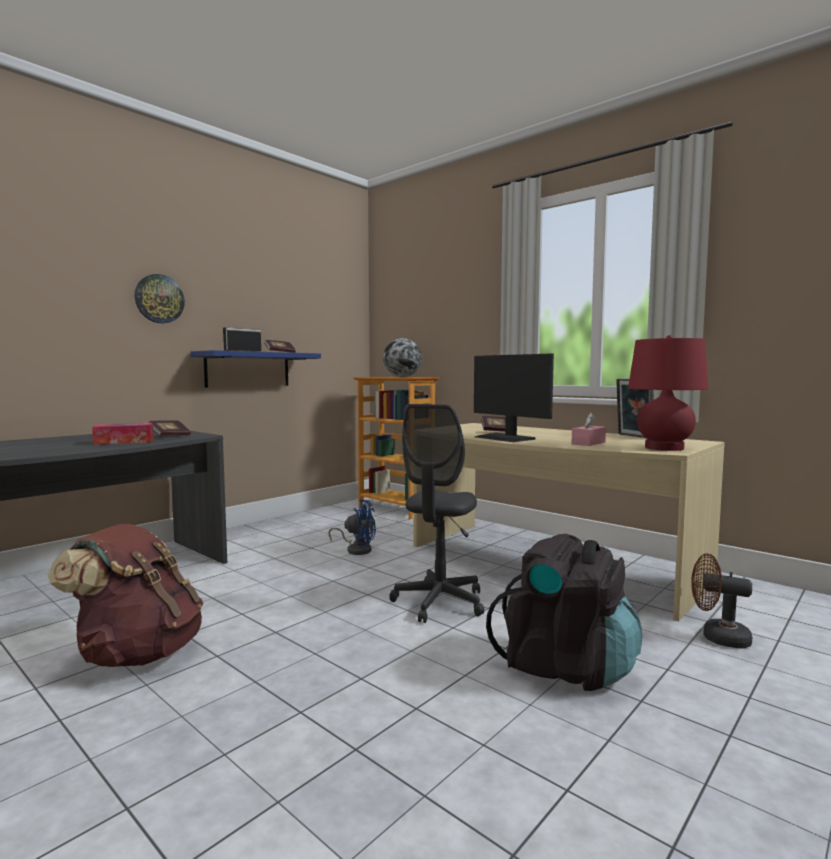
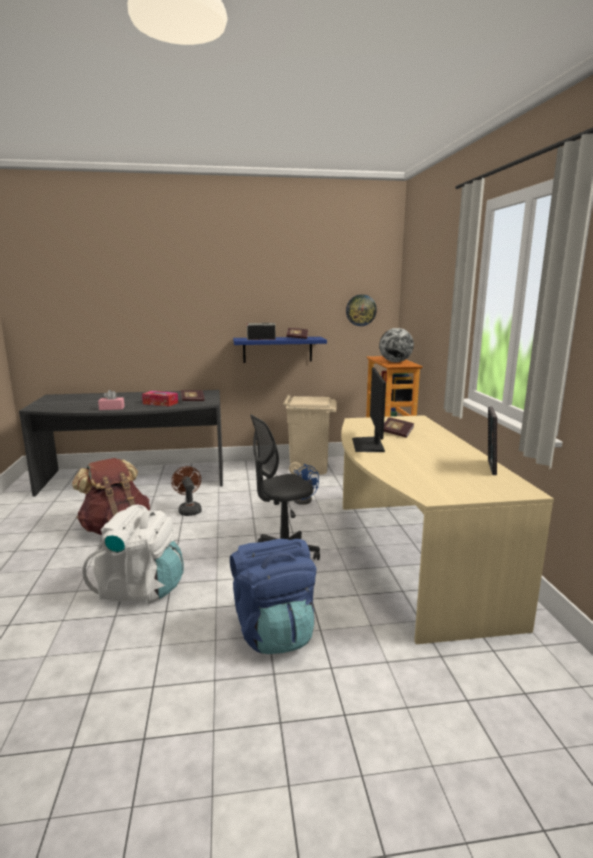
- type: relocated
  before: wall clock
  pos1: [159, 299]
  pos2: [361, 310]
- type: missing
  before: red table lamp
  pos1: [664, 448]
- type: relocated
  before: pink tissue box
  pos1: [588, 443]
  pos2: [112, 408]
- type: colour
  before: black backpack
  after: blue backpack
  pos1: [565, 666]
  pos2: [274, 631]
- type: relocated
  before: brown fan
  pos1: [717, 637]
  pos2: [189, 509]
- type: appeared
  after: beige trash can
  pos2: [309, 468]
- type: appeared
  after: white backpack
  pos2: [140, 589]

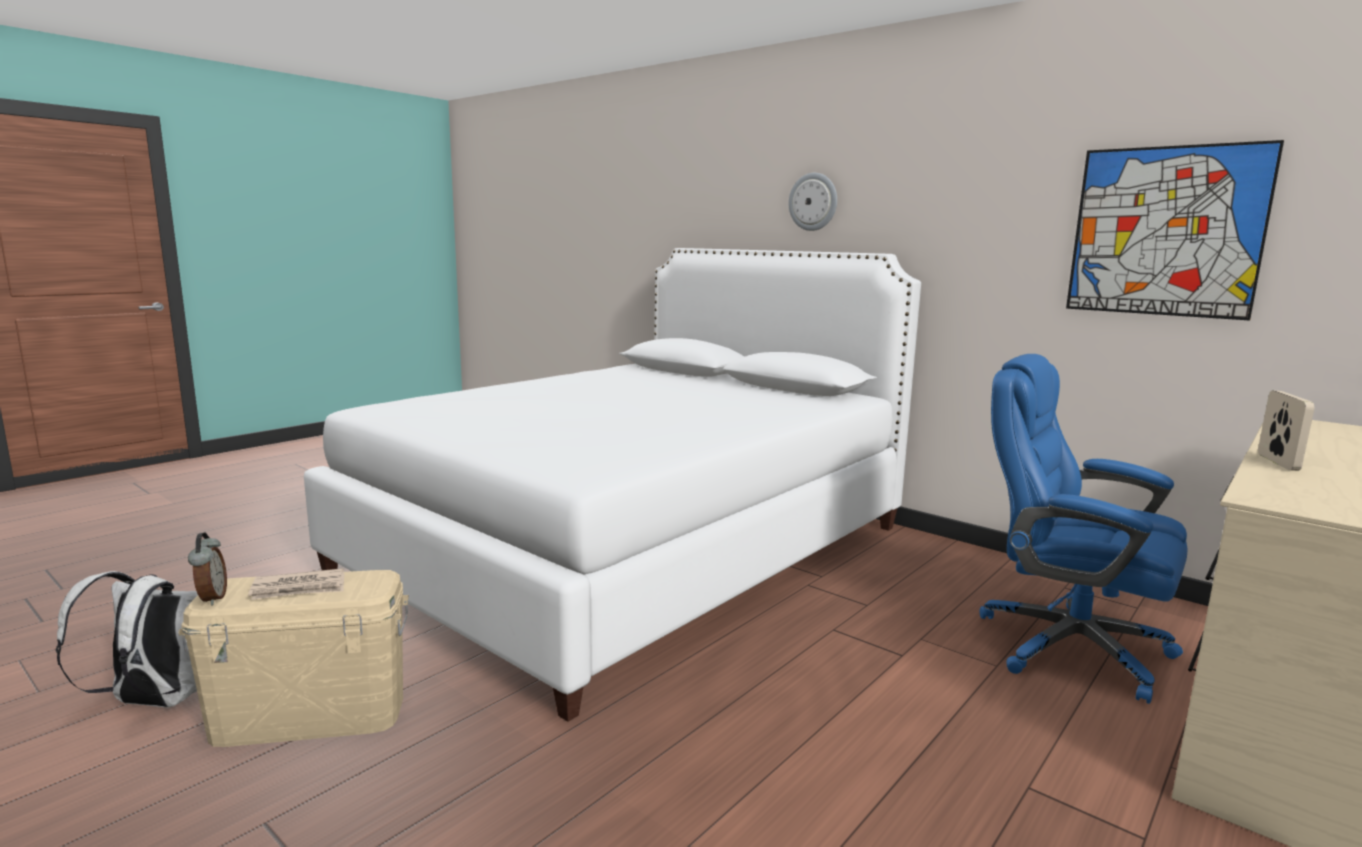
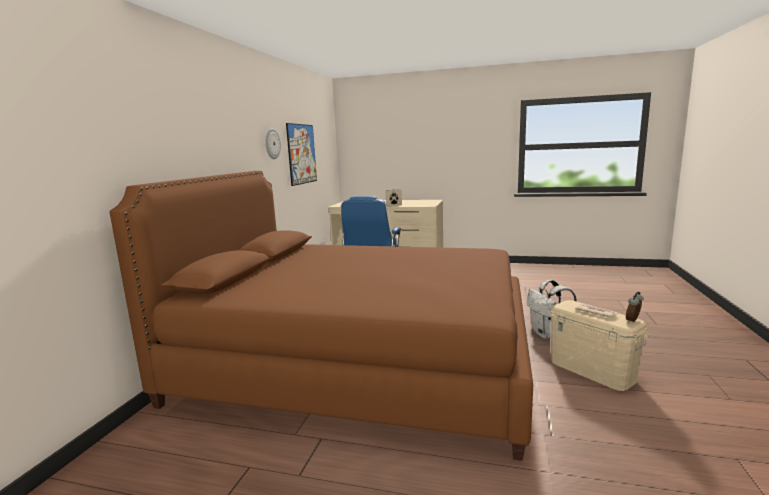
- type: relocated
  before: wall clock
  pos1: [813, 202]
  pos2: [272, 143]
- type: colour
  before: white bed
  after: brown bed
  pos1: [632, 548]
  pos2: [359, 363]
- type: relocated
  before: white backpack
  pos1: [155, 701]
  pos2: [547, 334]

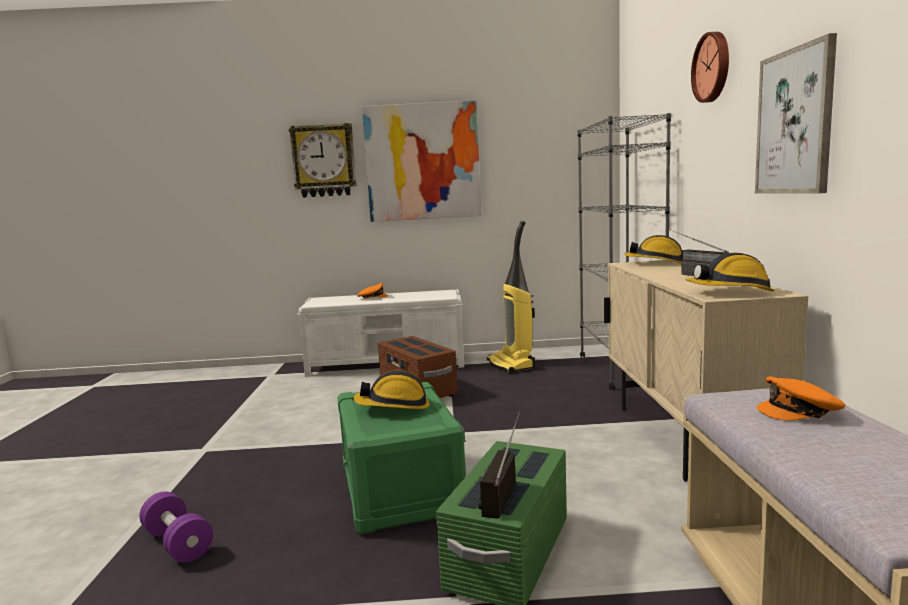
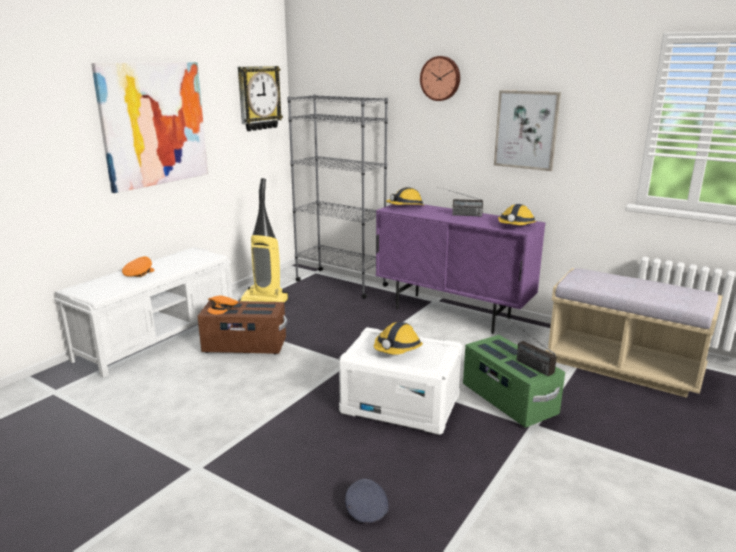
- type: relocated
  before: wall clock
  pos1: [324, 161]
  pos2: [258, 98]
- type: colour
  before: beige cabinet
  after: purple cabinet
  pos1: [683, 438]
  pos2: [452, 313]
- type: relocated
  before: orange cap
  pos1: [800, 411]
  pos2: [223, 308]
- type: colour
  before: green storage box
  after: white storage box
  pos1: [402, 489]
  pos2: [401, 404]
- type: exchanged
  before: purple dumbbell
  after: grey cap
  pos1: [178, 543]
  pos2: [365, 509]

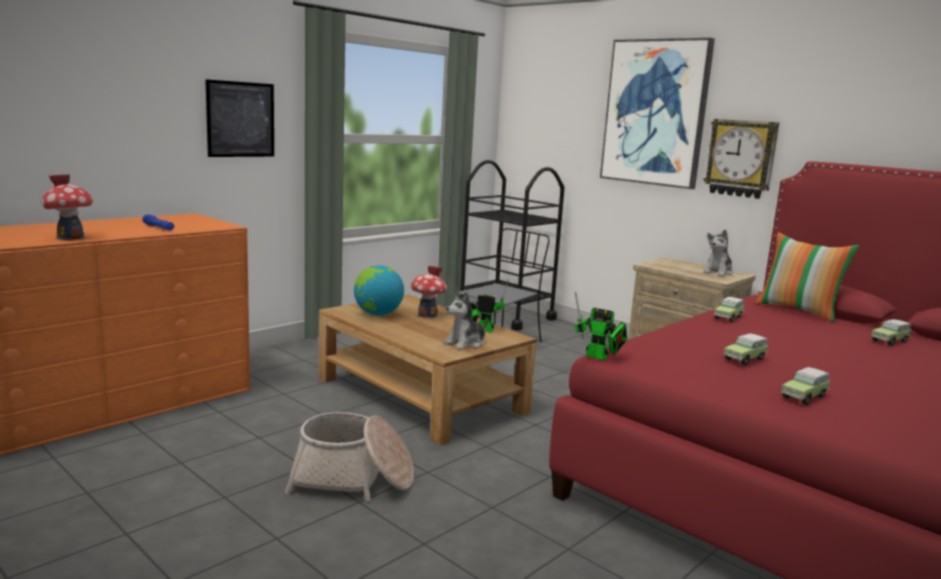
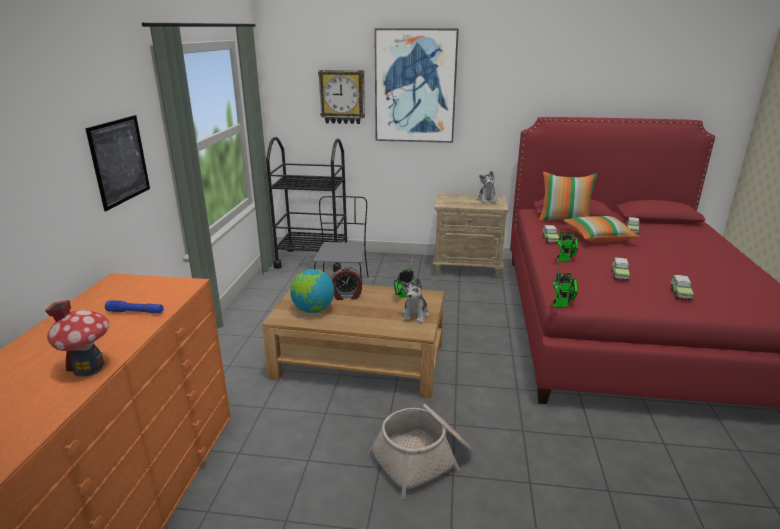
- type: relocated
  before: wall clock
  pos1: [741, 158]
  pos2: [342, 97]
- type: exchanged
  before: toy house
  after: alarm clock
  pos1: [427, 315]
  pos2: [347, 296]
- type: appeared
  after: pillow
  pos2: [598, 237]
- type: appeared
  after: toy robot
  pos2: [565, 260]

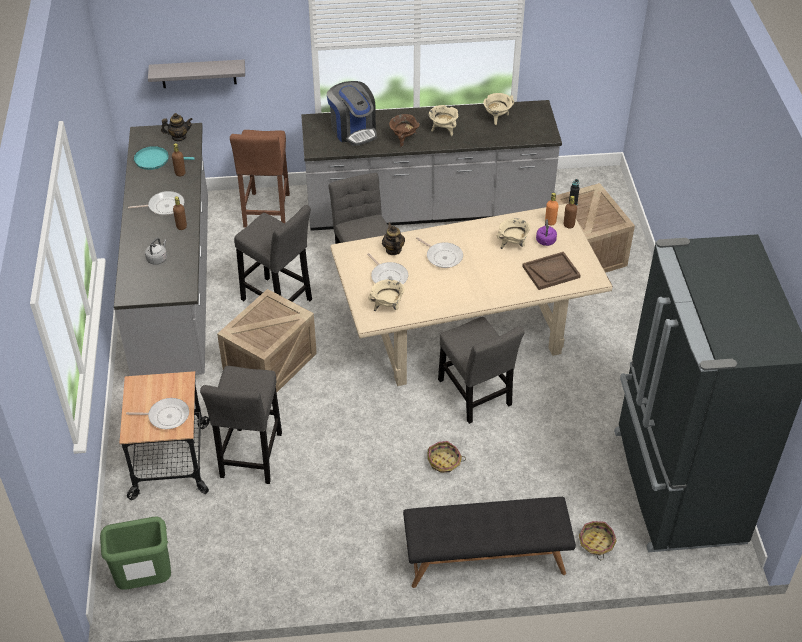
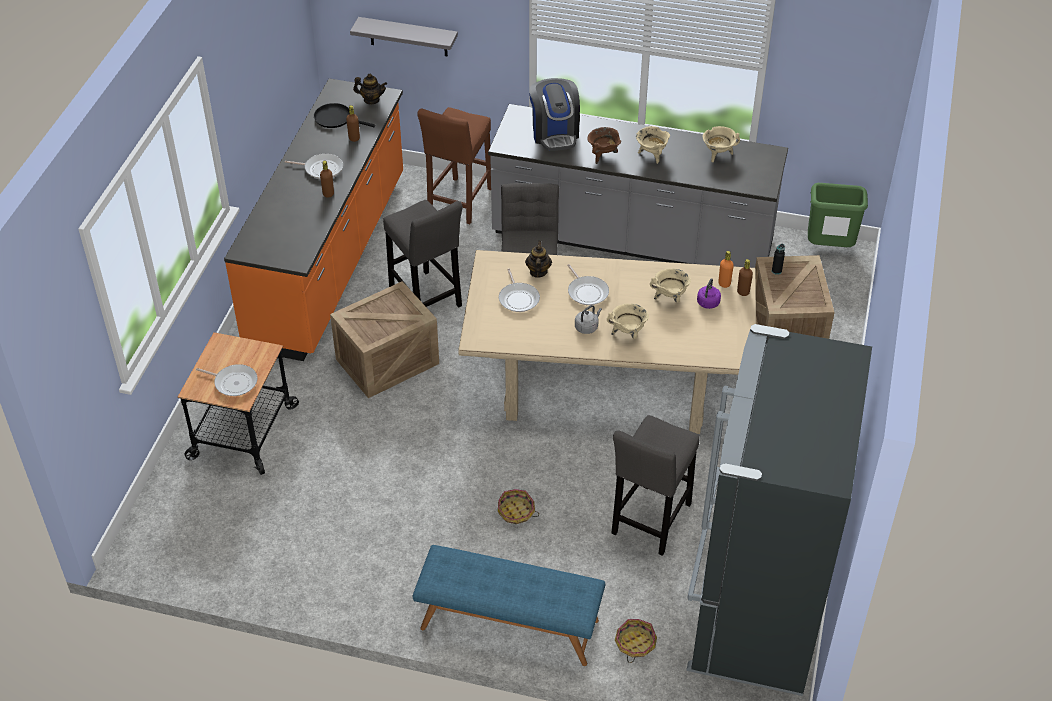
- type: colour
  before: grey counter
  after: orange counter
  pos1: [176, 289]
  pos2: [330, 260]
- type: colour
  before: turquoise frying pan
  after: black frying pan
  pos1: [155, 160]
  pos2: [336, 119]
- type: relocated
  before: grey kettle
  pos1: [157, 258]
  pos2: [587, 327]
- type: missing
  before: brown tray
  pos1: [551, 272]
- type: relocated
  before: beige cooking pot
  pos1: [387, 306]
  pos2: [627, 333]
- type: missing
  before: grey chair
  pos1: [476, 395]
- type: relocated
  before: grey stool
  pos1: [251, 459]
  pos2: [650, 522]
- type: colour
  before: black bench
  after: blue bench
  pos1: [485, 560]
  pos2: [509, 625]
- type: relocated
  before: green trash can
  pos1: [145, 582]
  pos2: [829, 248]

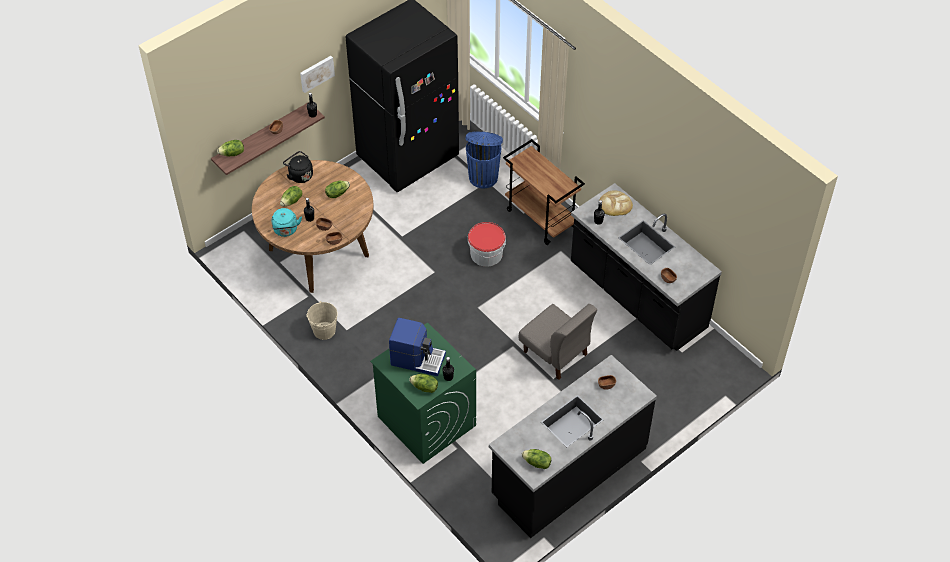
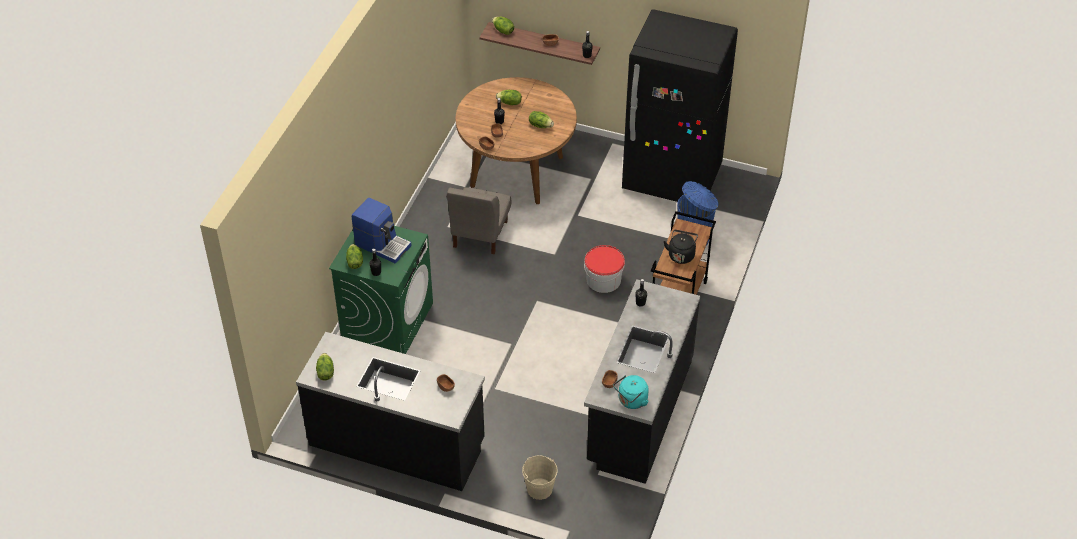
- type: missing
  before: picture
  pos1: [316, 73]
- type: relocated
  before: black kettle
  pos1: [299, 175]
  pos2: [681, 254]
- type: missing
  before: bread
  pos1: [615, 205]
- type: relocated
  before: turquoise kettle
  pos1: [286, 230]
  pos2: [631, 401]
- type: relocated
  before: beige bucket
  pos1: [324, 330]
  pos2: [539, 489]
- type: relocated
  before: grey chair
  pos1: [555, 353]
  pos2: [480, 234]
- type: spun
  before: coffee machine
  pos1: [417, 358]
  pos2: [383, 244]
  turn: -45

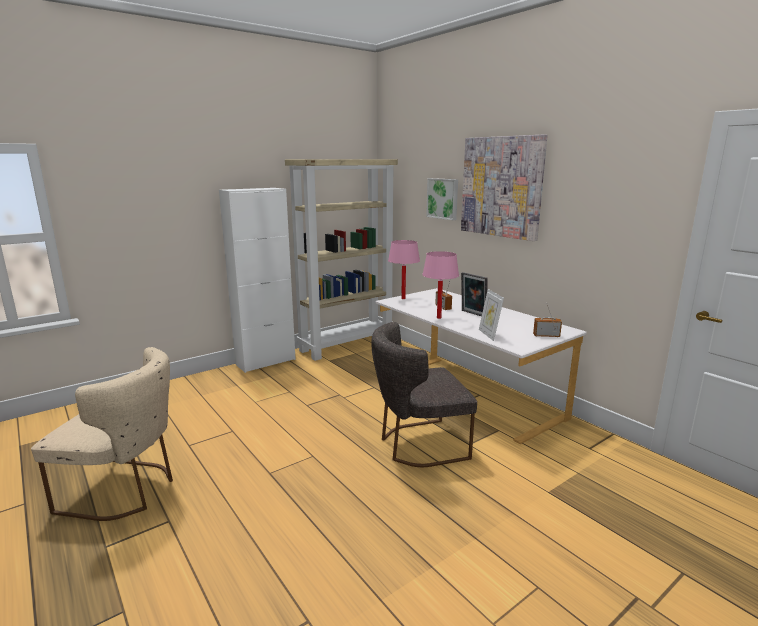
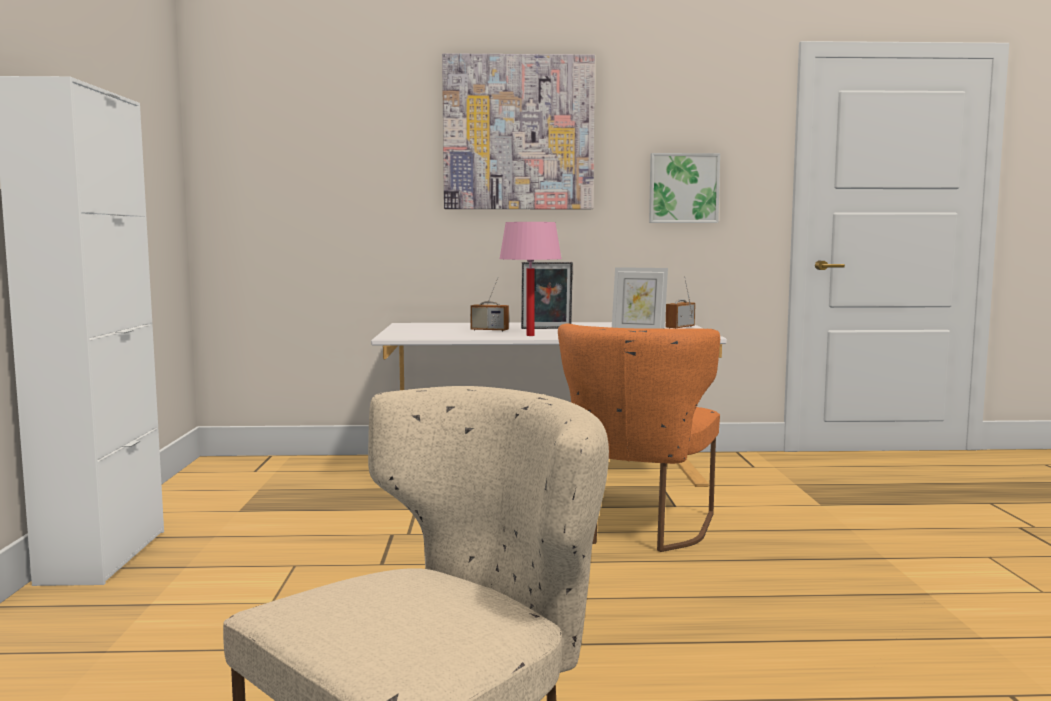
- type: missing
  before: beige bookcase
  pos1: [347, 345]
- type: relocated
  before: picture
  pos1: [443, 198]
  pos2: [683, 188]
- type: missing
  before: pink table lamp
  pos1: [403, 298]
- type: colour
  before: grey chair
  after: orange chair
  pos1: [417, 445]
  pos2: [638, 529]

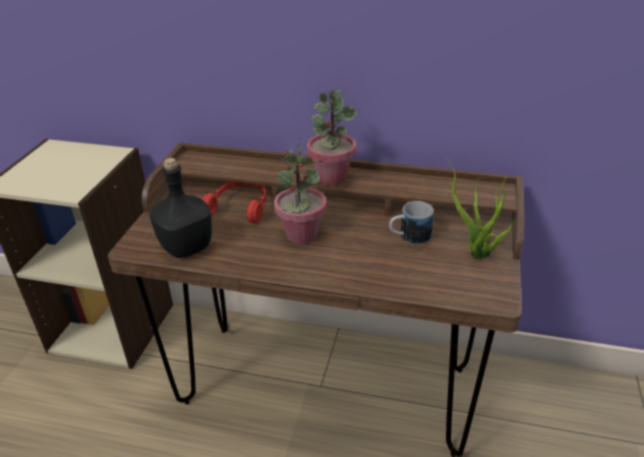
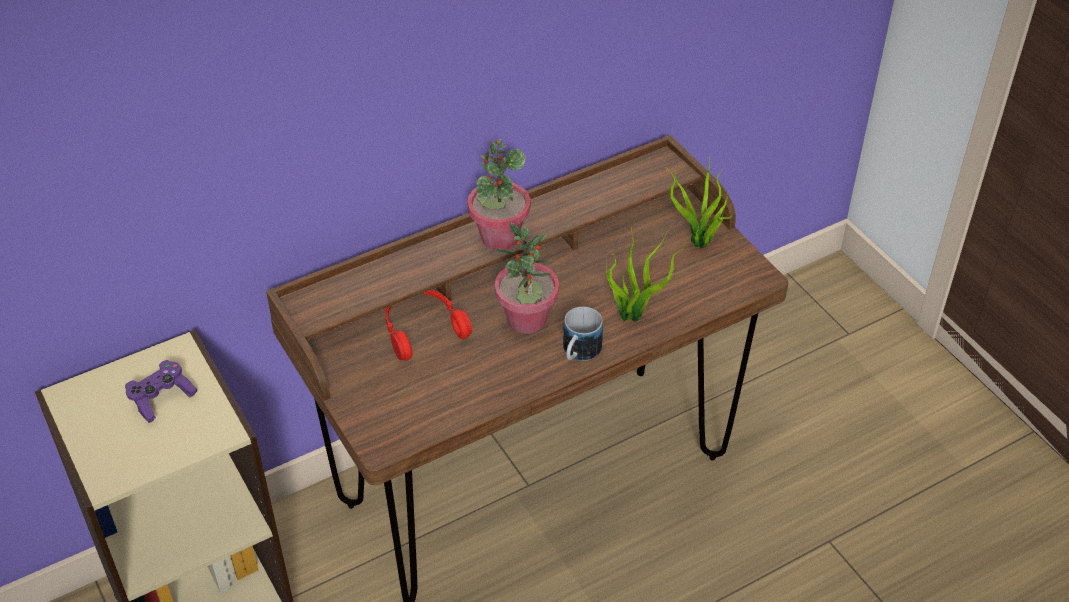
- type: missing
  before: black bottle
  pos1: [187, 246]
- type: relocated
  before: mug
  pos1: [409, 237]
  pos2: [578, 354]
- type: appeared
  after: potted plant
  pos2: [634, 314]
- type: appeared
  after: purple game controller
  pos2: [161, 398]

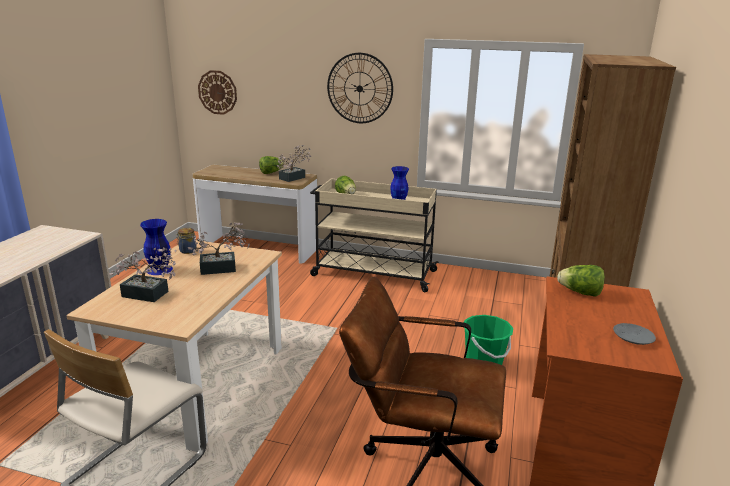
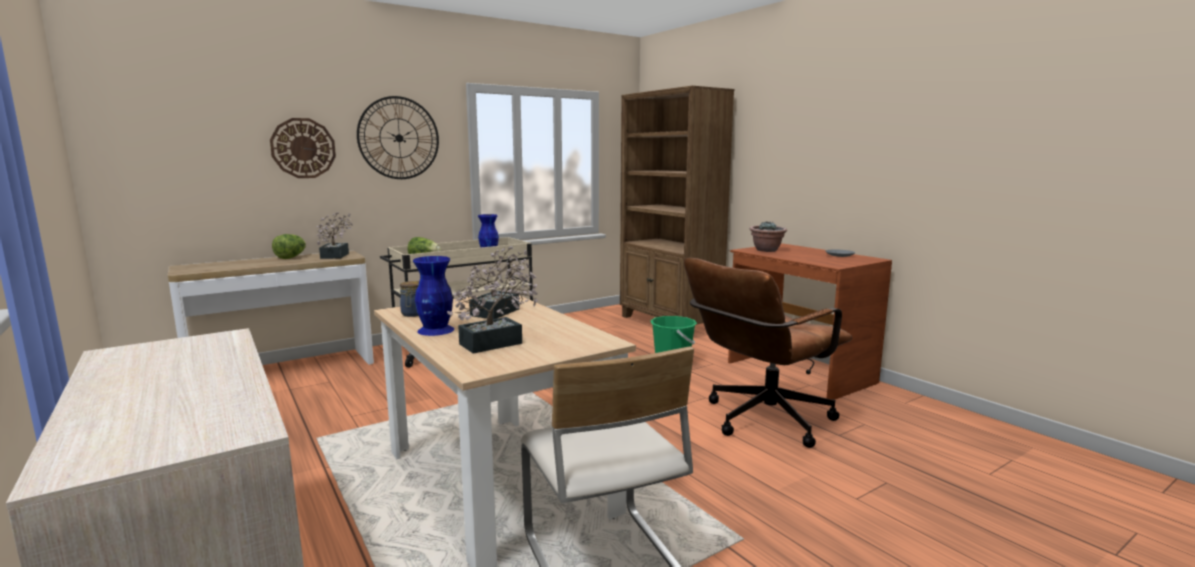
- type: relocated
  before: wall clock
  pos1: [217, 92]
  pos2: [303, 148]
- type: exchanged
  before: lettuce
  after: potted plant
  pos1: [580, 293]
  pos2: [767, 250]

